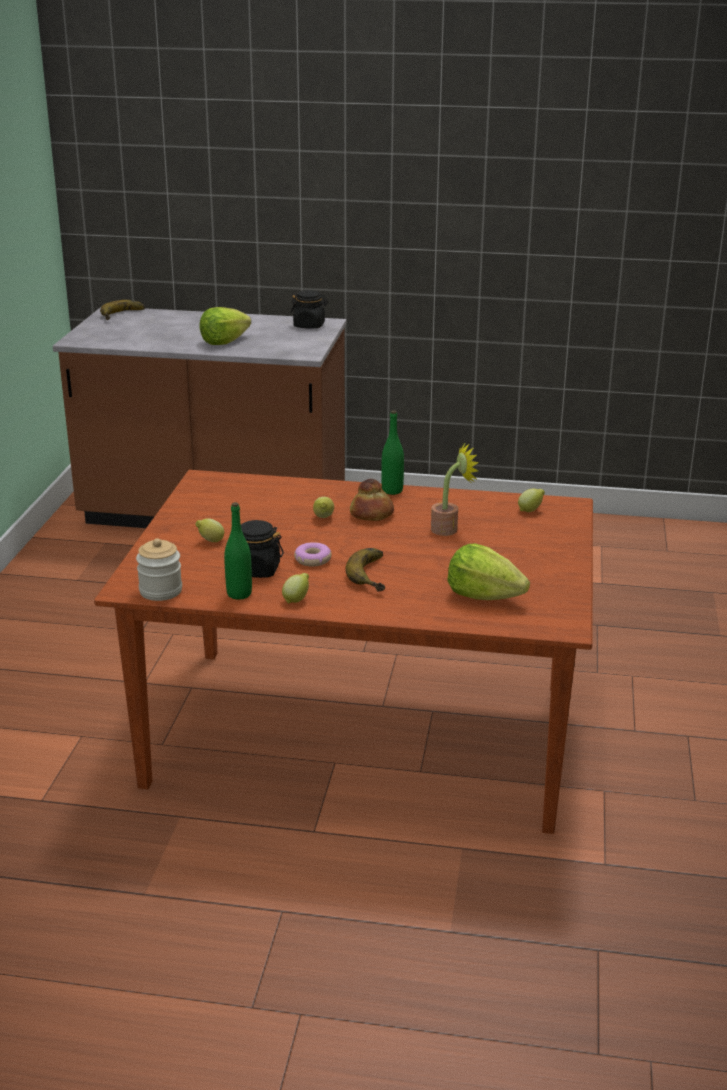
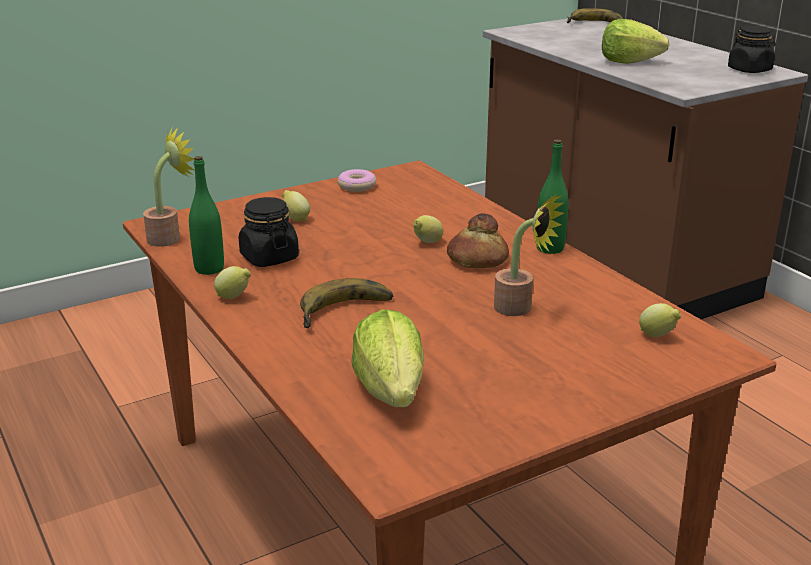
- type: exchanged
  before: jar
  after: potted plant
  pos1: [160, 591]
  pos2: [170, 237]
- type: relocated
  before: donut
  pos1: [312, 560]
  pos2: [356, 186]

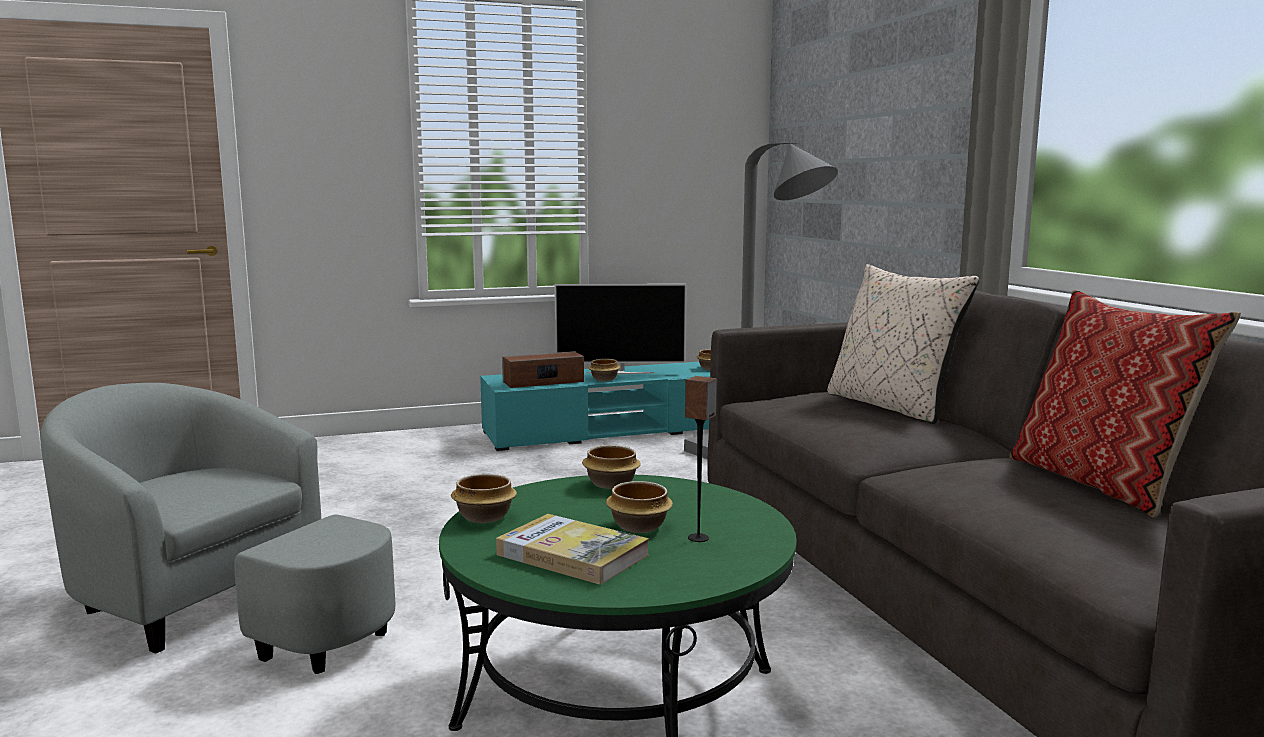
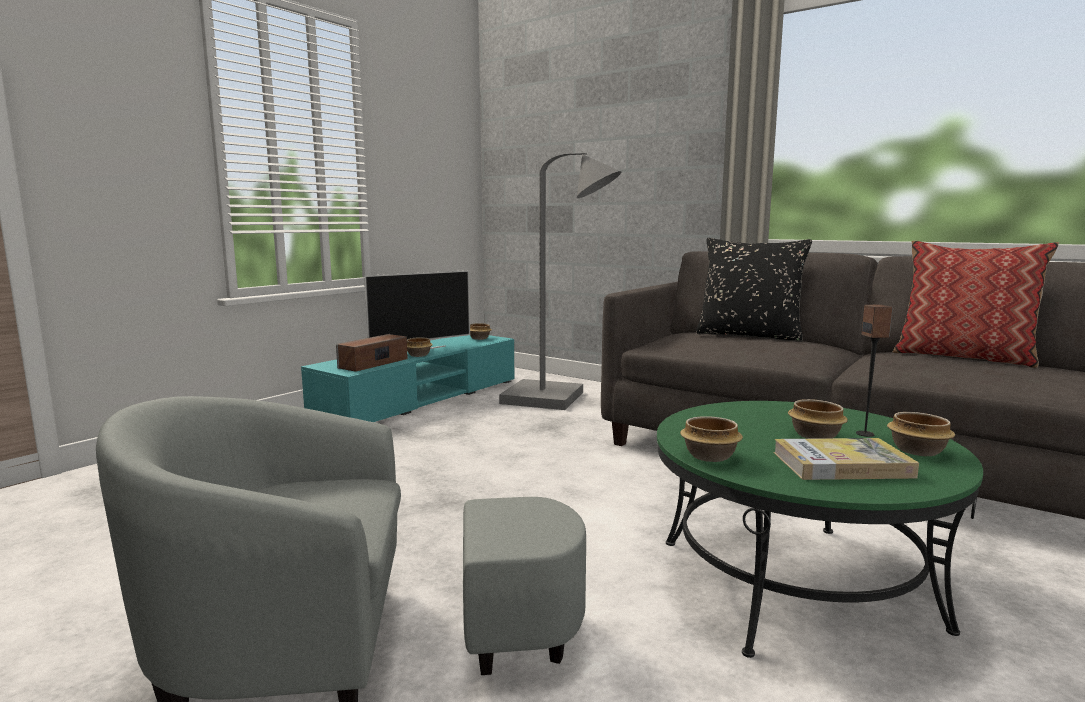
- type: colour
  before: beige pillow
  after: black pillow
  pos1: [892, 406]
  pos2: [749, 336]
- type: relocated
  before: bowl
  pos1: [610, 484]
  pos2: [916, 451]

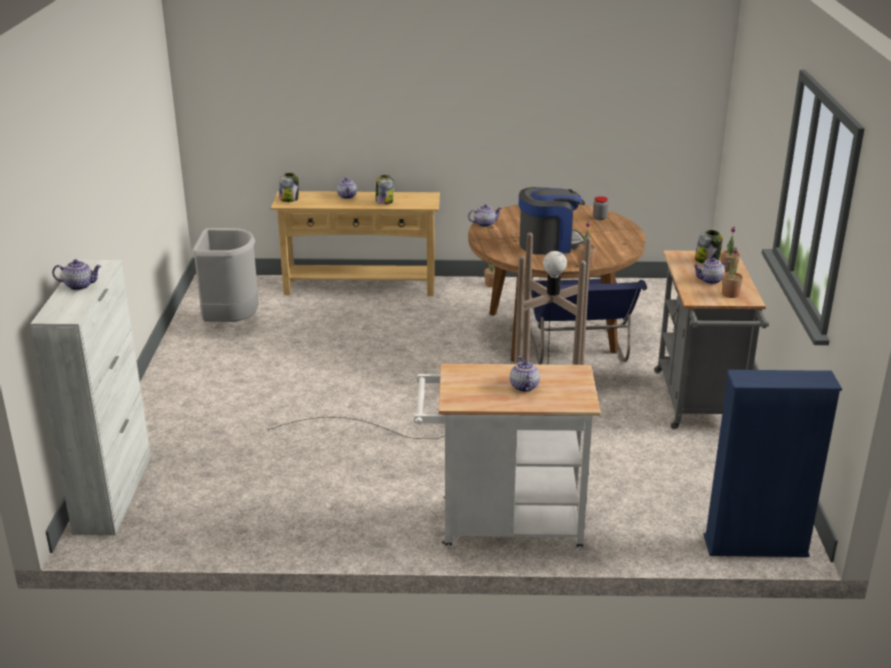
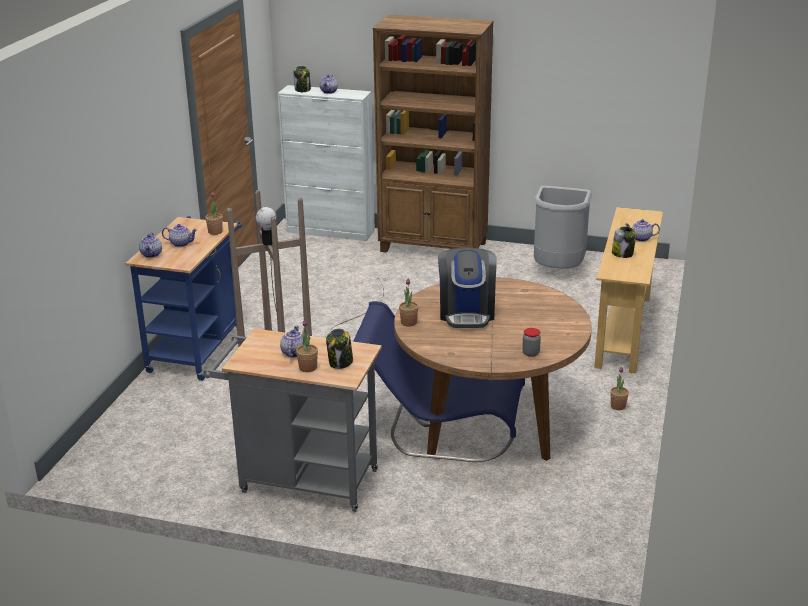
- type: relocated
  before: jar
  pos1: [289, 199]
  pos2: [303, 90]
- type: relocated
  before: teapot
  pos1: [485, 224]
  pos2: [152, 254]
- type: relocated
  before: potted plant
  pos1: [730, 294]
  pos2: [215, 232]
- type: colour
  before: white cart
  after: blue cart
  pos1: [501, 526]
  pos2: [198, 347]
- type: missing
  before: blue bookcase
  pos1: [755, 546]
- type: appeared
  after: brown bookcase
  pos2: [434, 247]

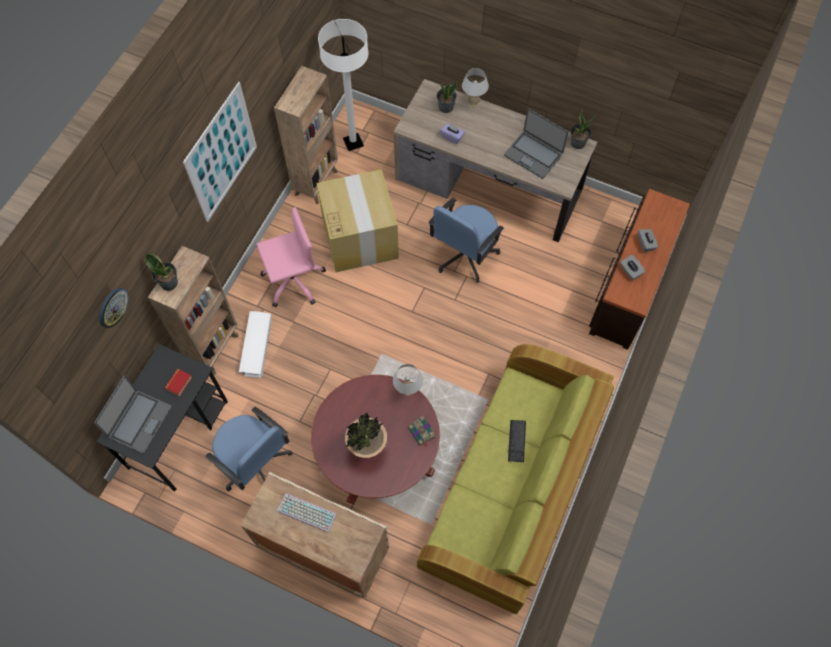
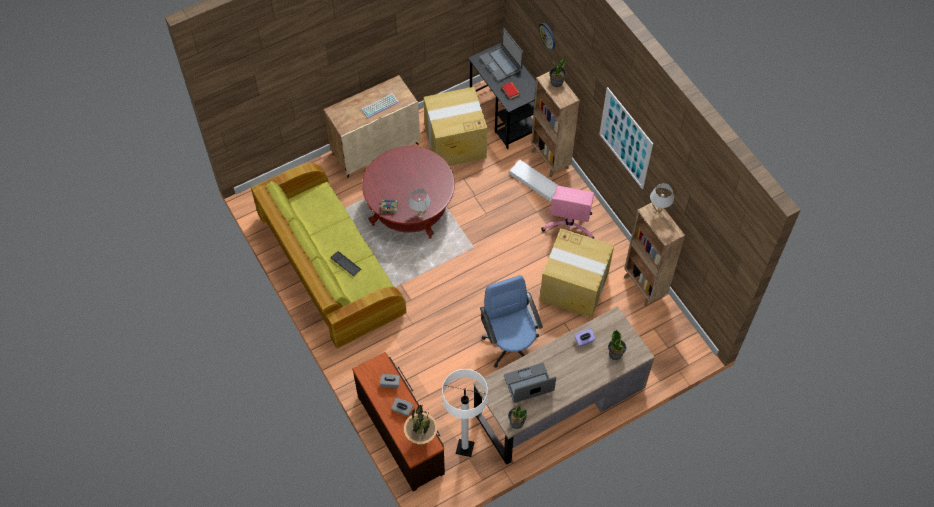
- type: relocated
  before: white floor lamp
  pos1: [353, 142]
  pos2: [465, 448]
- type: relocated
  before: white table lamp
  pos1: [473, 105]
  pos2: [658, 212]
- type: exchanged
  before: blue office chair
  after: cardboard box
  pos1: [255, 463]
  pos2: [454, 143]
- type: relocated
  before: potted plant
  pos1: [367, 449]
  pos2: [421, 440]

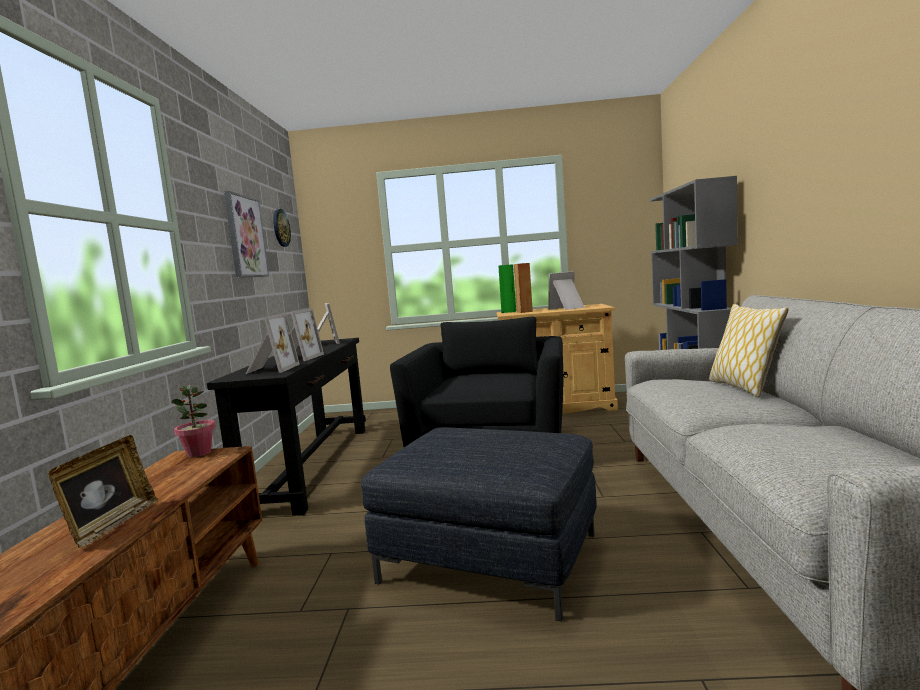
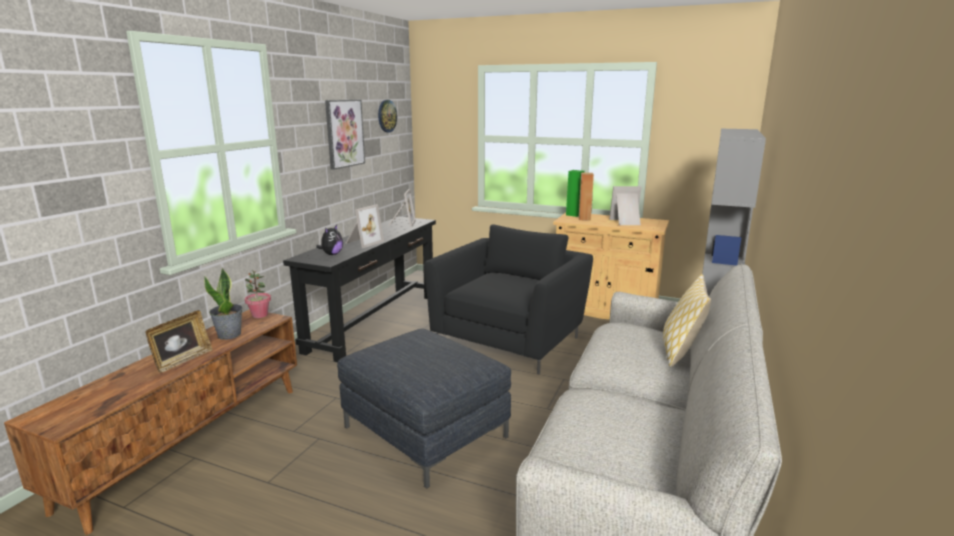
- type: exchanged
  before: picture frame
  after: plush toy
  pos1: [271, 369]
  pos2: [331, 254]
- type: appeared
  after: potted plant
  pos2: [230, 335]

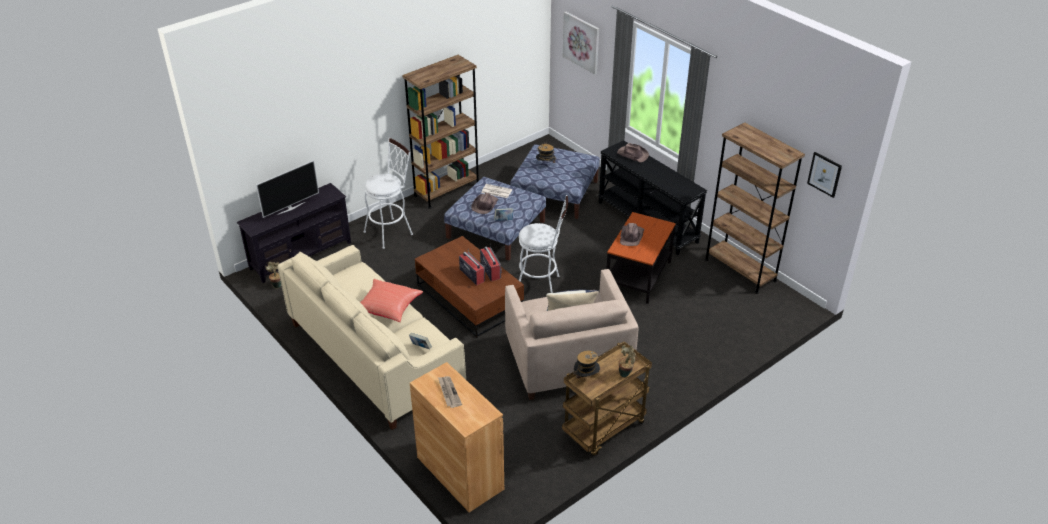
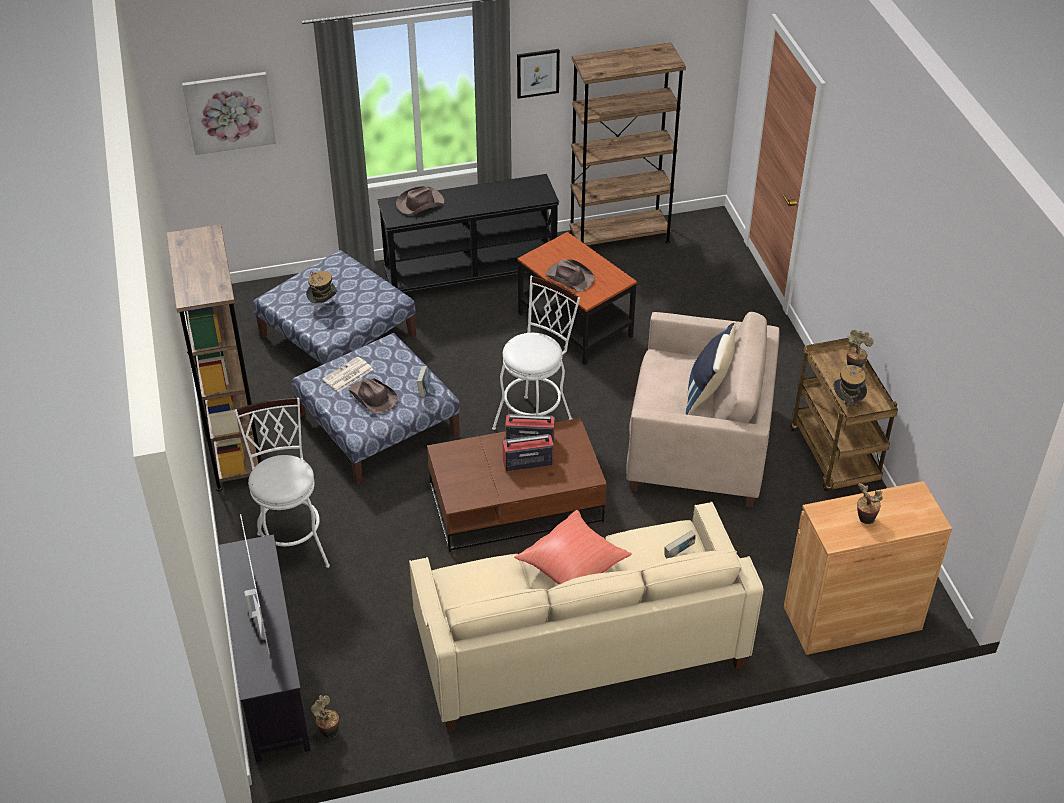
- type: relocated
  before: picture
  pos1: [824, 174]
  pos2: [538, 73]
- type: exchanged
  before: newspaper
  after: potted plant
  pos1: [449, 392]
  pos2: [864, 519]

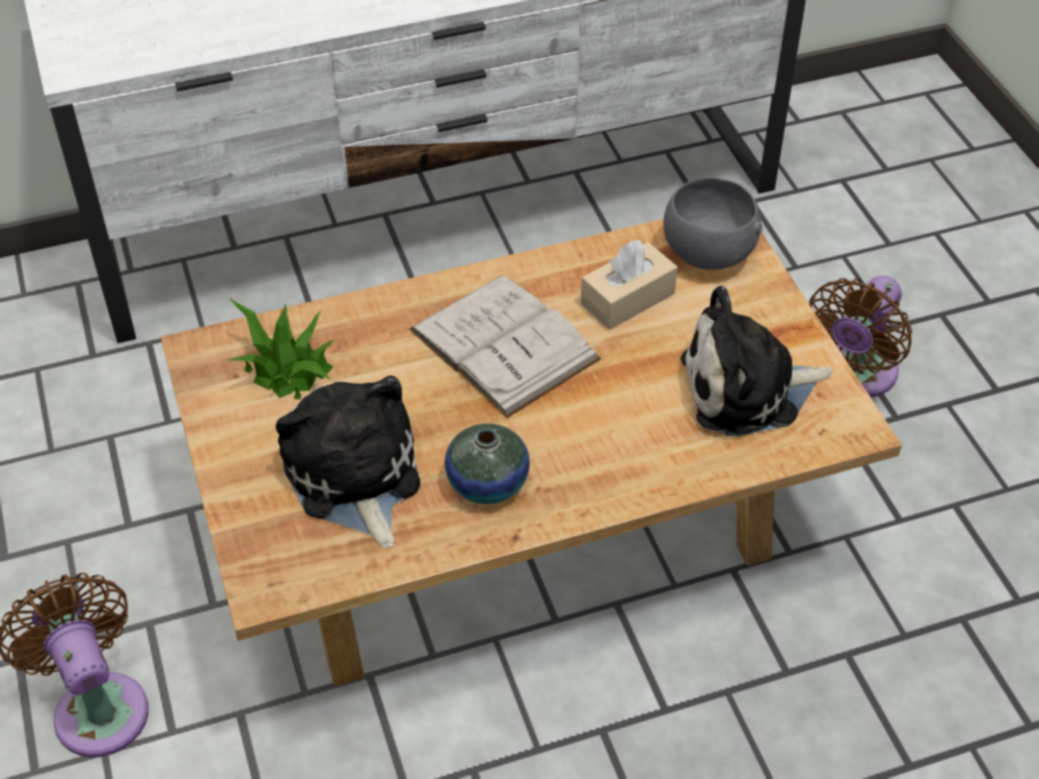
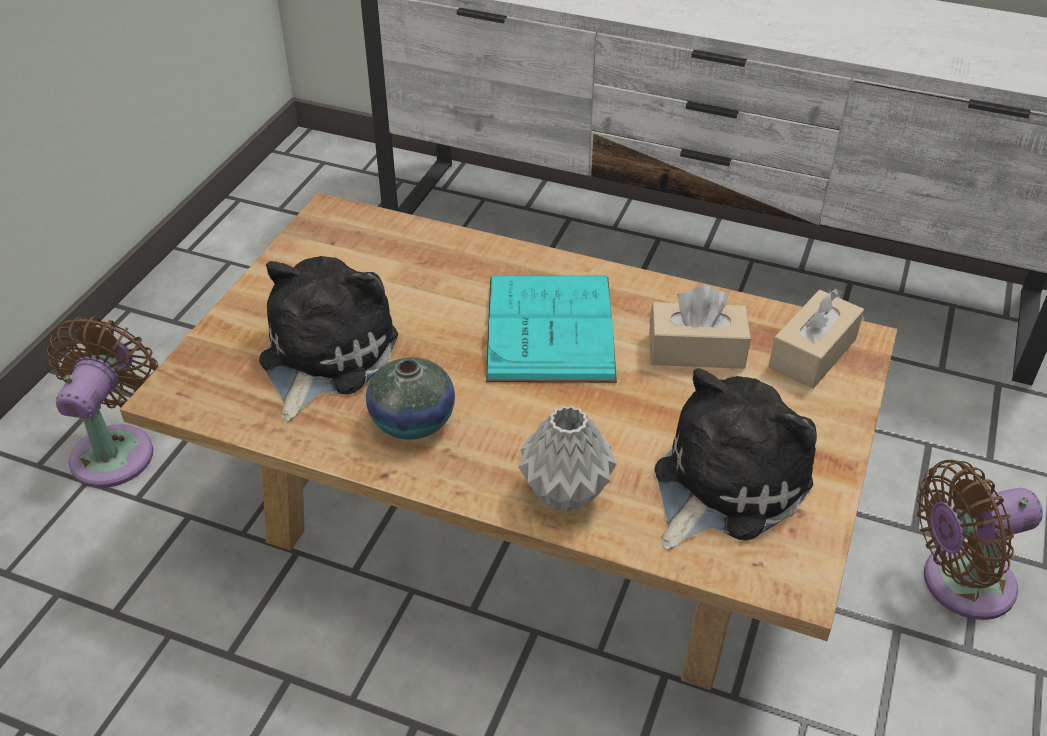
- type: exchanged
  before: grey bowl
  after: beige tissue box
  pos1: [706, 253]
  pos2: [812, 353]
- type: colour
  before: white book
  after: turquoise book
  pos1: [504, 344]
  pos2: [550, 328]
- type: spun
  before: plush toy
  pos1: [747, 389]
  pos2: [723, 484]
  turn: 105
- type: missing
  before: potted plant
  pos1: [287, 368]
- type: appeared
  after: grey vase
  pos2: [564, 492]

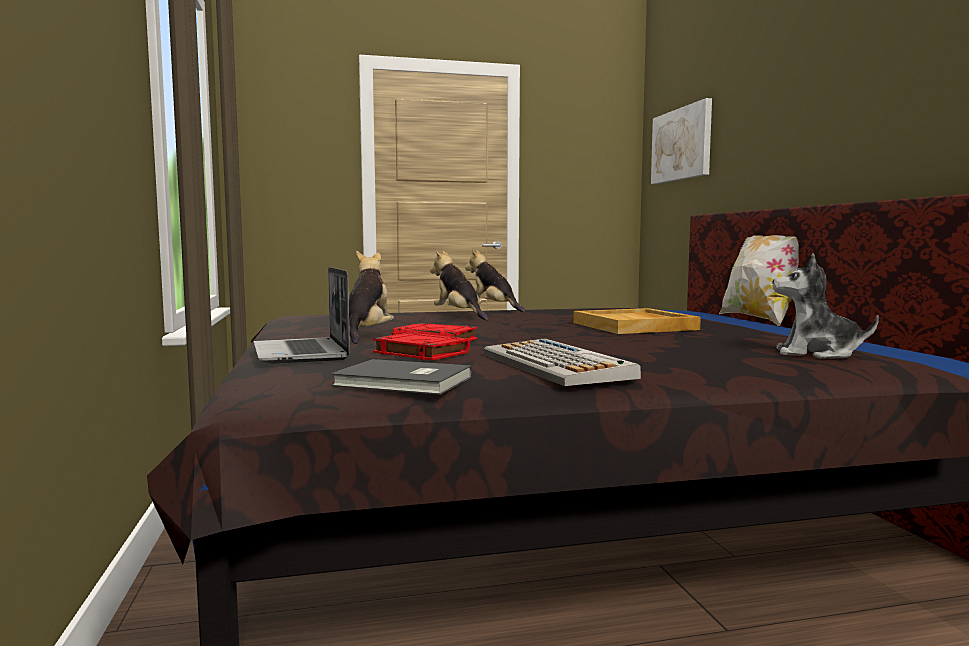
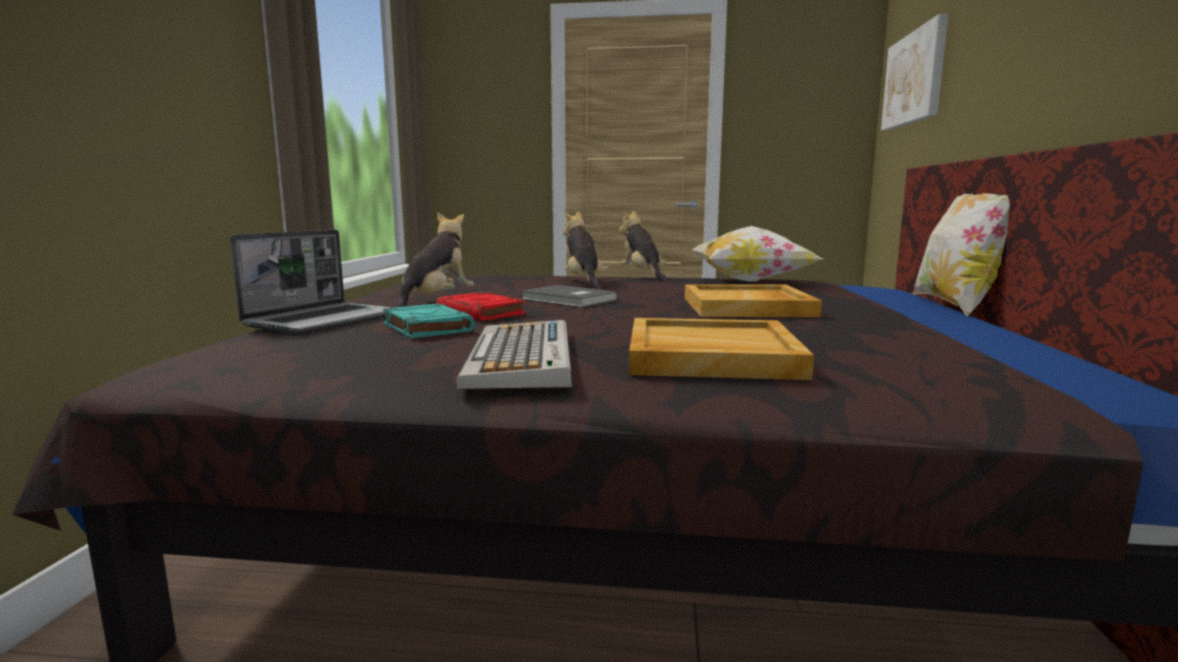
- type: missing
  before: plush toy
  pos1: [817, 354]
- type: spun
  before: laptop
  pos1: [302, 353]
  pos2: [323, 319]
  turn: -150
- type: colour
  before: red book
  after: turquoise book
  pos1: [420, 353]
  pos2: [426, 327]
- type: relocated
  before: grey book
  pos1: [404, 382]
  pos2: [568, 300]
- type: appeared
  after: pillow
  pos2: [749, 281]
- type: appeared
  after: beige tray
  pos2: [709, 356]

